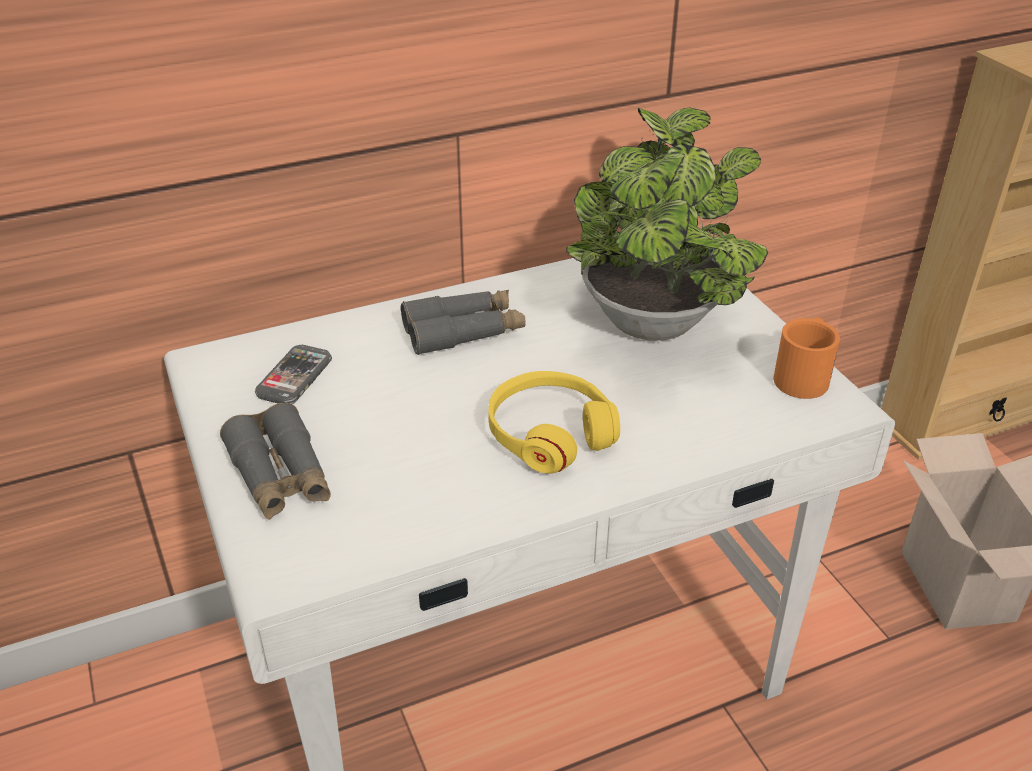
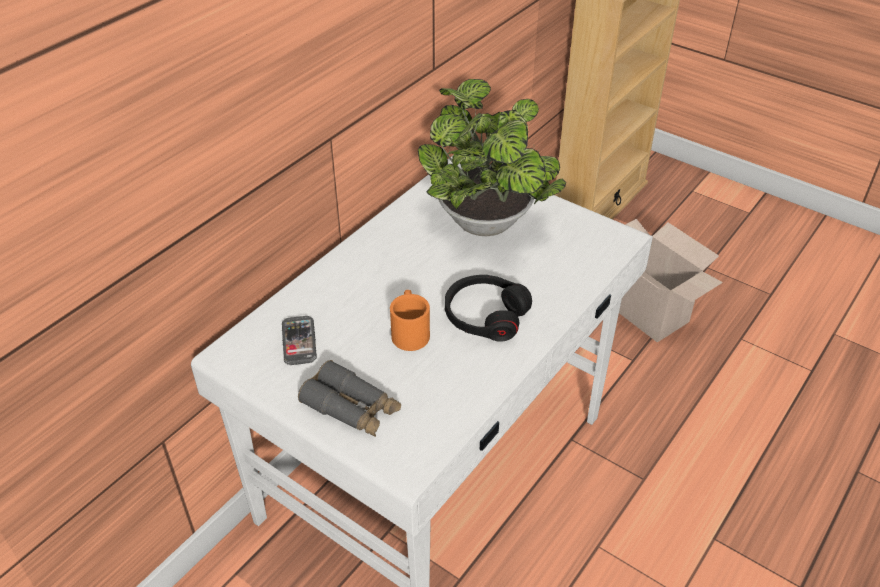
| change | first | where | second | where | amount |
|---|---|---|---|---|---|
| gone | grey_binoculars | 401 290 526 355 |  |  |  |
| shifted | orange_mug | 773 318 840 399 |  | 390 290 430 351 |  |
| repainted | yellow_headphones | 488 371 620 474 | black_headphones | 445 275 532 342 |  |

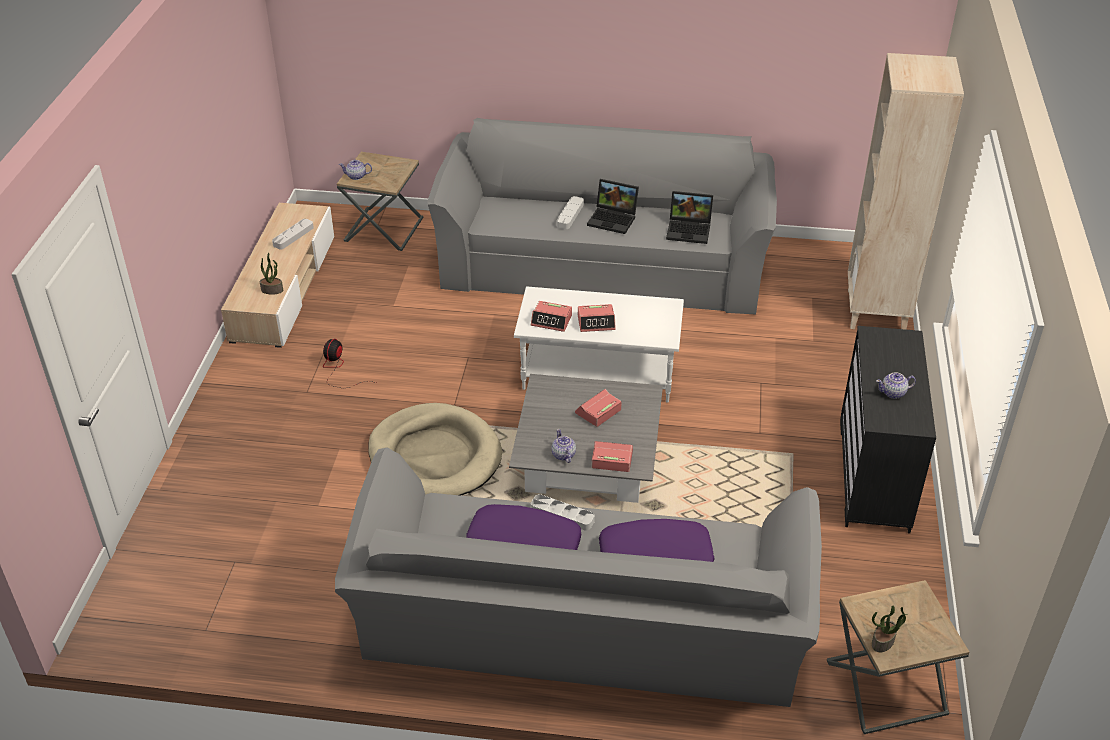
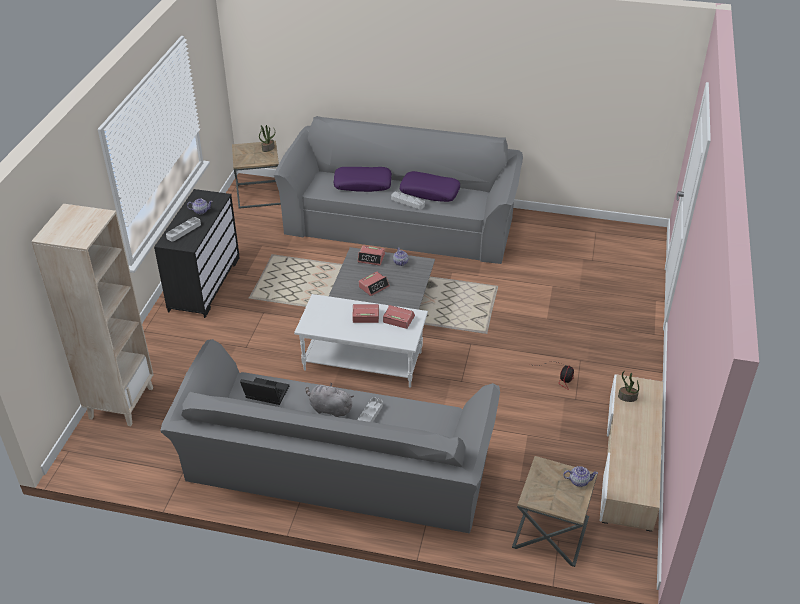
| change | first | where | second | where | amount |
|---|---|---|---|---|---|
| gone | beige_dog_bed | 368 403 502 496 |  |  |  |
| shifted | grey_tray | 272 219 314 250 |  | 166 217 201 242 |  |
| swapped | laptop | 587 179 639 234 | grey_plush_toy | 306 383 354 417 |  |

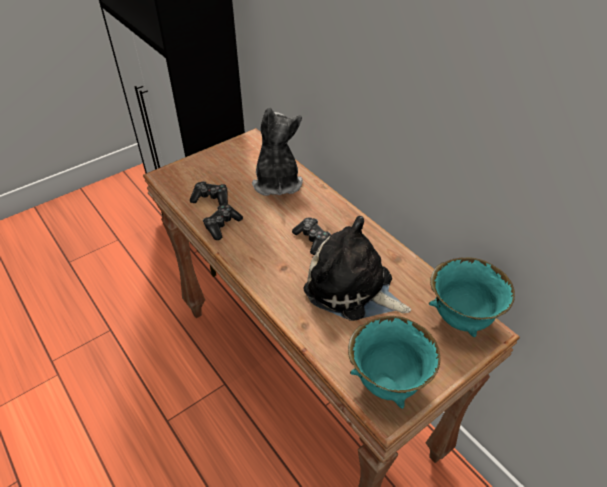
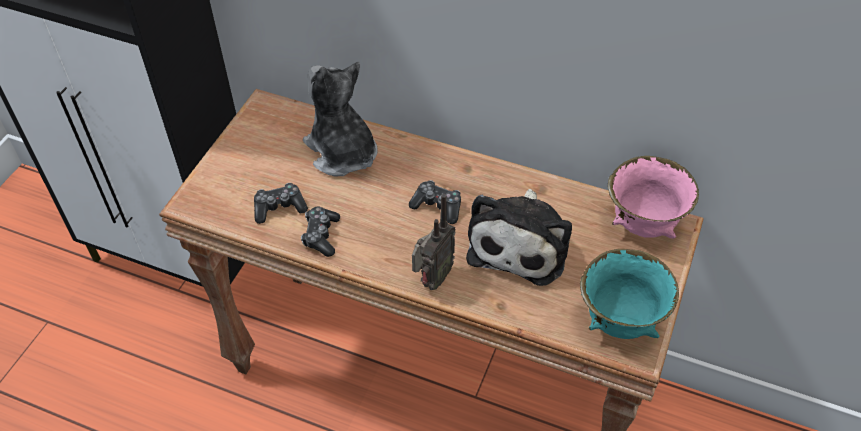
| change | first | where | second | where | amount |
|---|---|---|---|---|---|
| new |  |  | radio | 412 194 455 290 |  |
| repainted | turquoise_bowl | 429 257 515 337 | pink_bowl | 608 156 699 239 |  |
| rotated | plush_toy | 304 216 411 321 |  | 466 189 572 286 | 75 degrees counterclockwise |

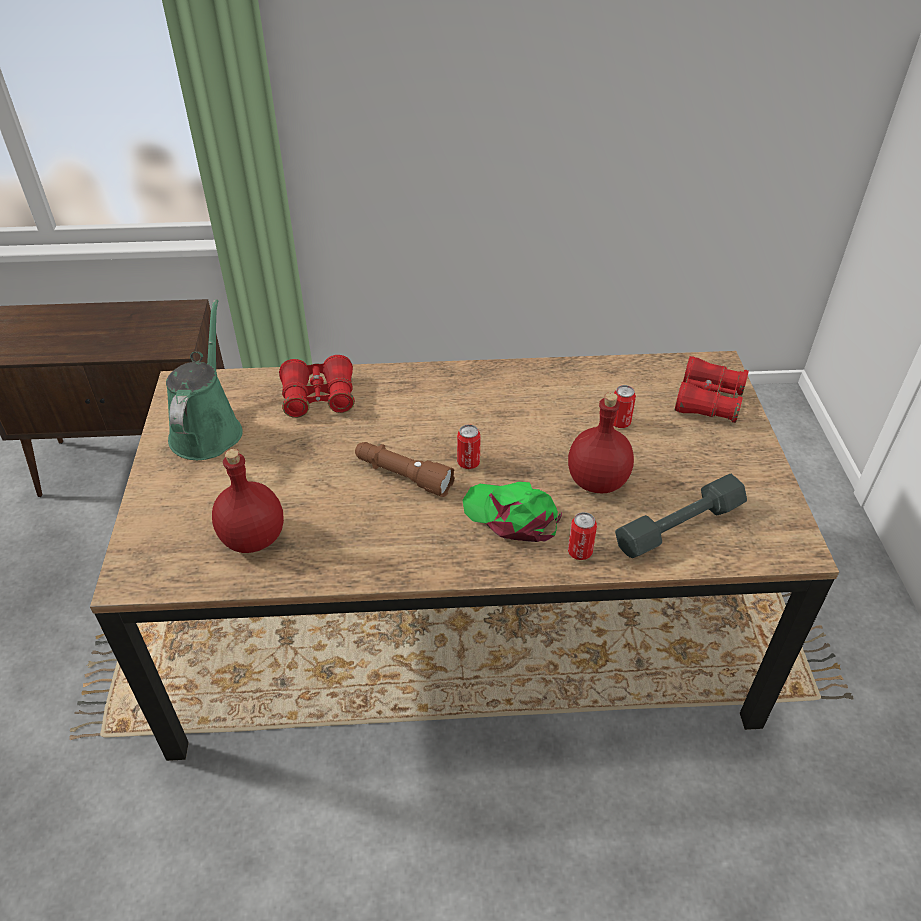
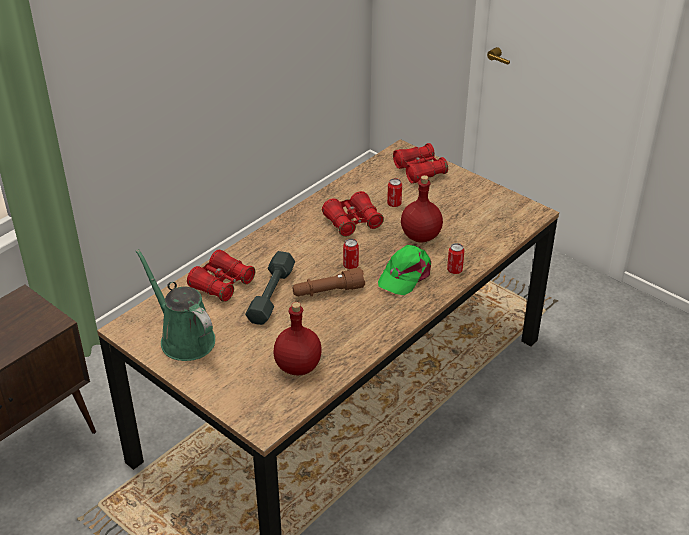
| change | first | where | second | where | amount |
|---|---|---|---|---|---|
| new |  |  | red_binoculars | 322 191 384 237 |  |
| shifted | grey_dumbbell | 615 474 747 558 |  | 245 251 295 325 |  |
| rotated | green_cap | 463 482 562 542 |  | 378 245 431 295 | 45 degrees counterclockwise |

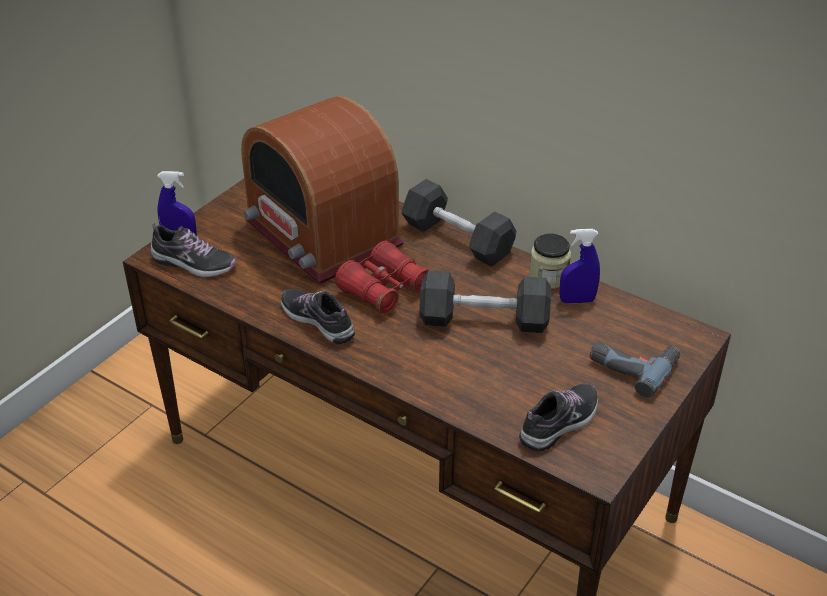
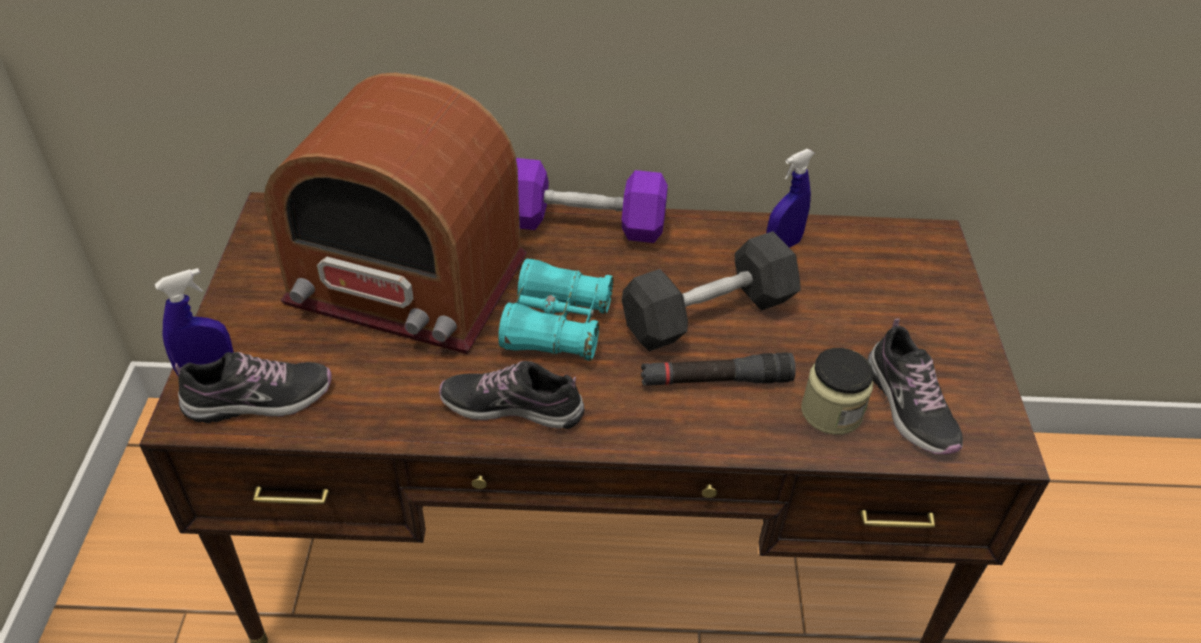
| change | first | where | second | where | amount |
|---|---|---|---|---|---|
| gone | power_drill | 590 342 680 398 |  |  |  |
| new |  |  | black_flashlight | 641 352 796 386 |  |
| shifted | jar | 529 234 571 289 |  | 801 348 874 435 |  |
| repainted | red_binoculars | 335 241 431 315 | turquoise_binoculars | 498 258 614 361 |  |
| repainted | grey_dumbbell | 401 179 516 267 | purple_dumbbell | 516 158 668 243 |  |
| rotated | shoe | 519 384 598 451 |  | 868 319 963 455 | 150 degrees clockwise |

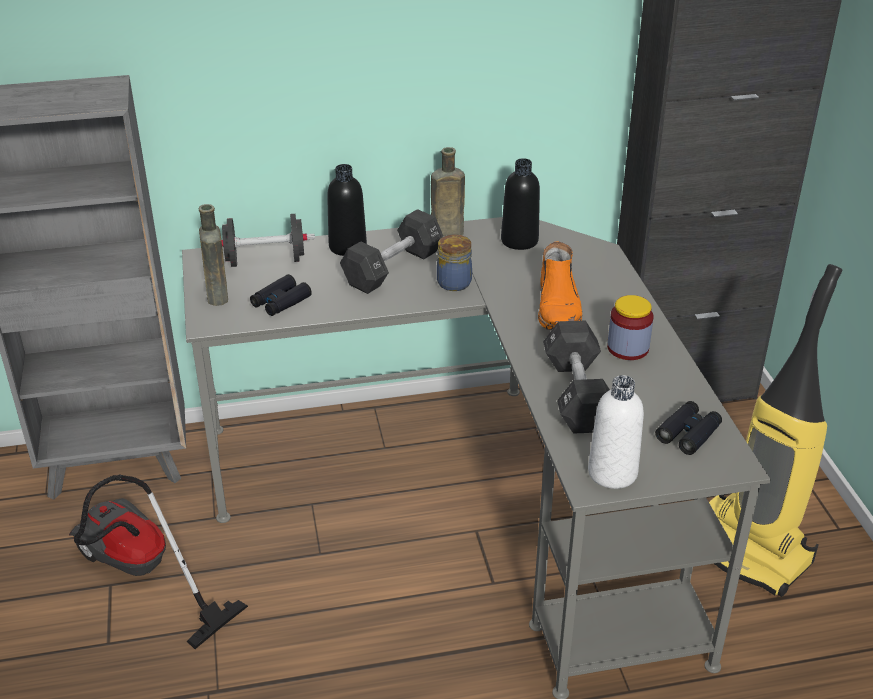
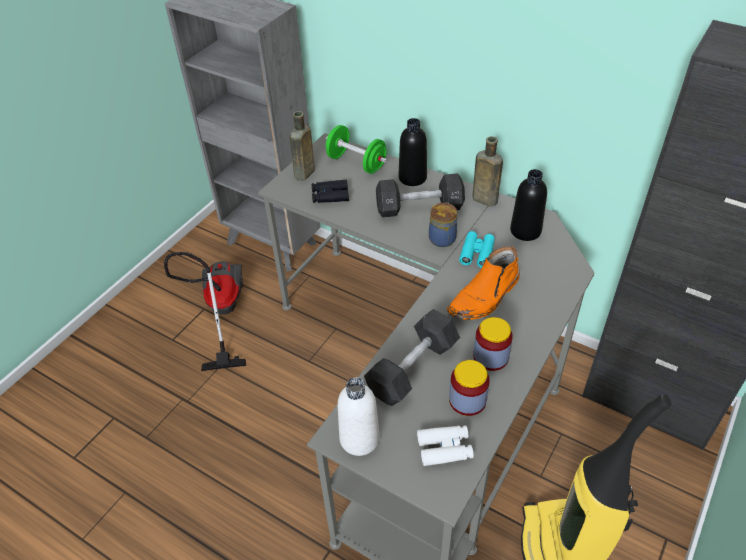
| change | first | where | second | where | amount |
|---|---|---|---|---|---|
| new |  |  | jar | 449 360 490 416 |  |
| new |  |  | turquoise_binoculars | 459 231 495 268 |  |
| repainted | black_dumbbell | 221 214 315 267 | green_dumbbell | 326 125 387 174 |  |
| repainted | black_binoculars | 655 401 722 455 | white_binoculars | 417 425 474 466 |  |

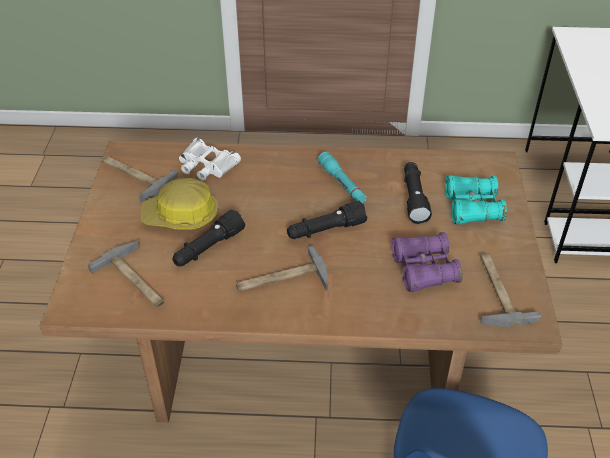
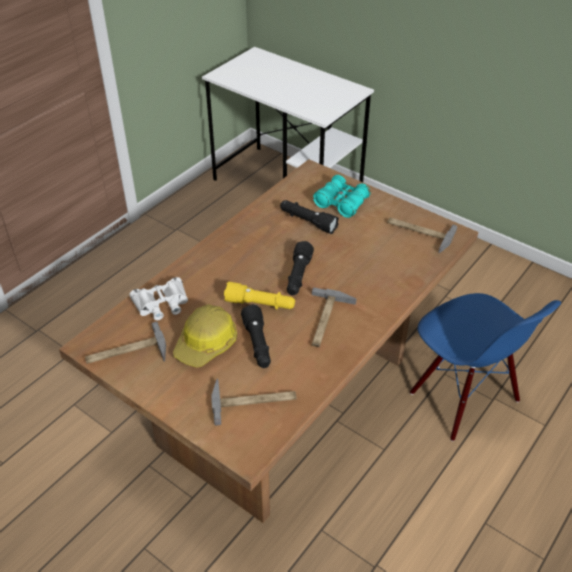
| change | first | where | second | where | amount |
|---|---|---|---|---|---|
| gone | turquoise_flashlight | 318 152 367 203 |  |  |  |
| gone | purple_binoculars | 392 232 463 292 |  |  |  |
| new |  |  | yellow_flashlight | 224 282 295 309 |  |

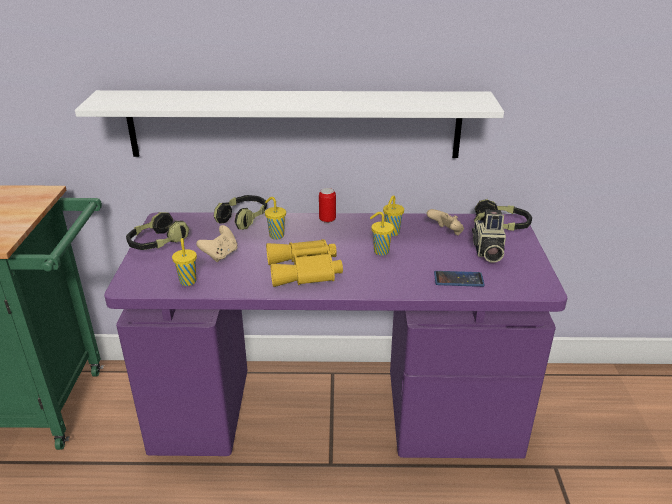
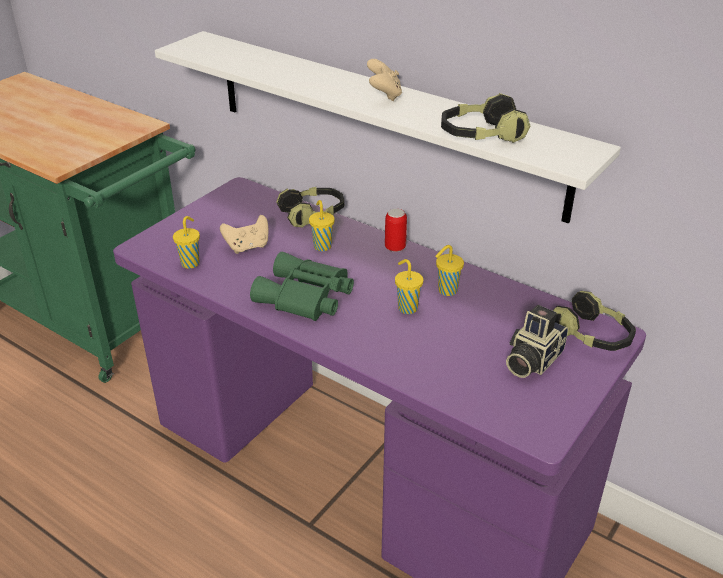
| change | first | where | second | where | amount |
|---|---|---|---|---|---|
| gone | phone | 434 271 485 287 |  |  |  |
| shifted | headphones | 126 212 189 250 |  | 441 93 531 143 |  |
| shifted | beige_game_controller | 426 209 464 235 |  | 367 59 402 101 |  |
| repainted | yellow_binoculars | 266 239 343 287 | green_binoculars | 250 252 354 321 |  |

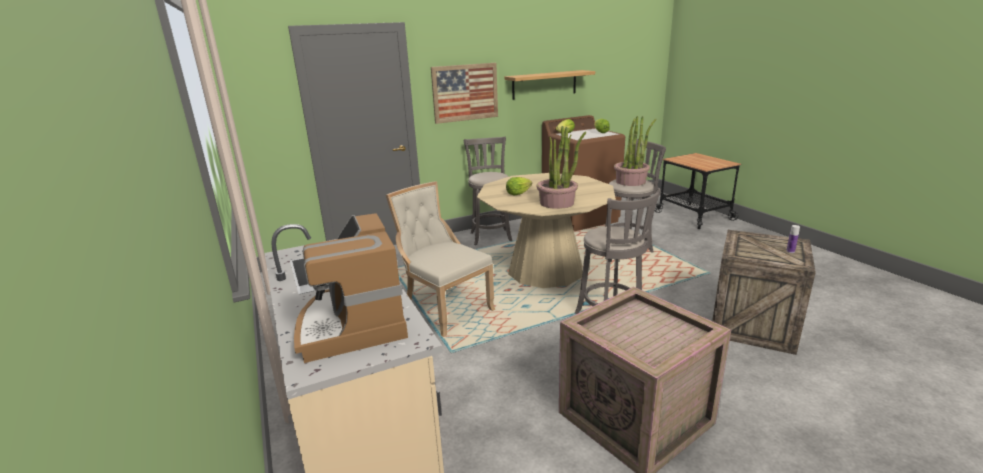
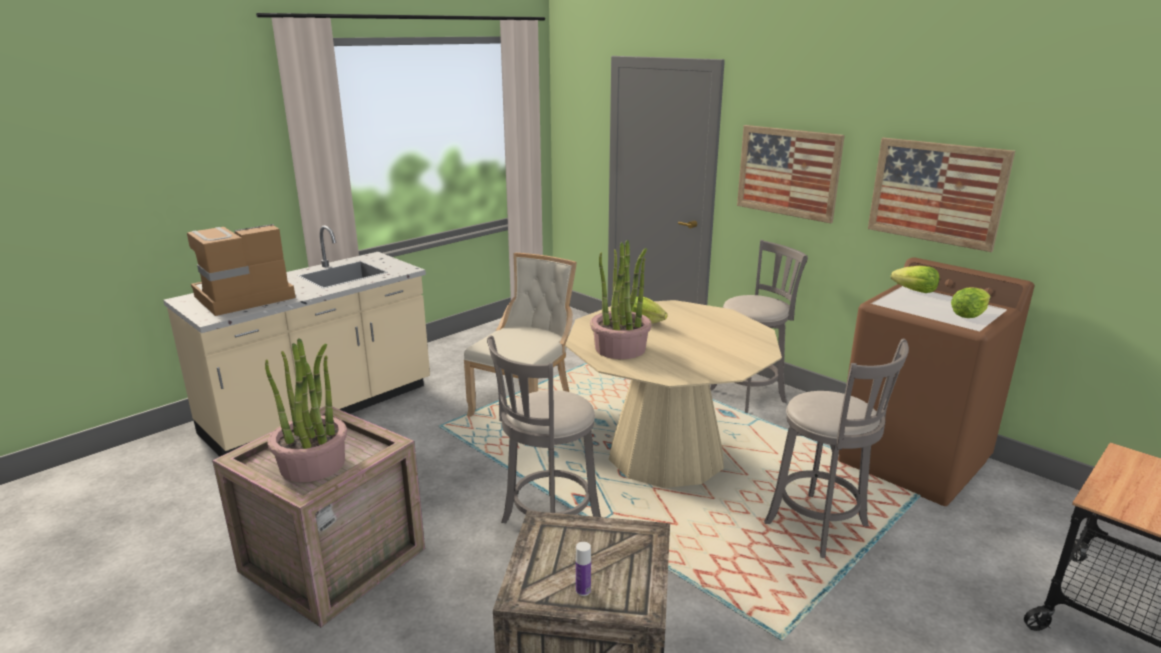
| change | first | where | second | where | amount |
|---|---|---|---|---|---|
| shifted | potted_plant | 614 116 656 186 |  | 265 339 347 482 |  |
| swapped | shelf | 504 70 595 100 | picture | 868 138 1015 252 |  |

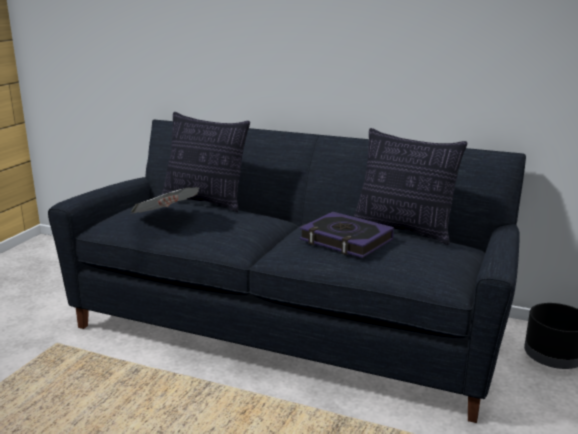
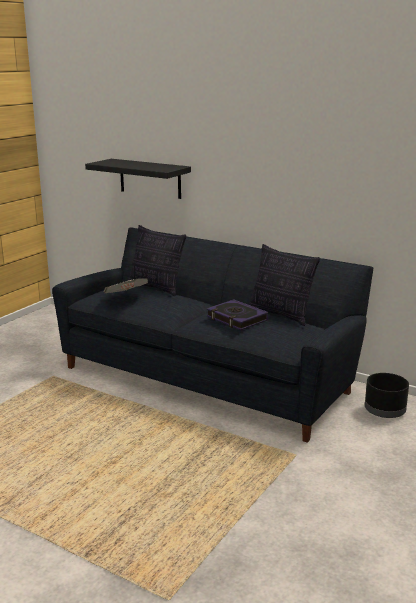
| change | first | where | second | where | amount |
|---|---|---|---|---|---|
| new |  |  | black_shelf | 85 159 191 199 |  |

